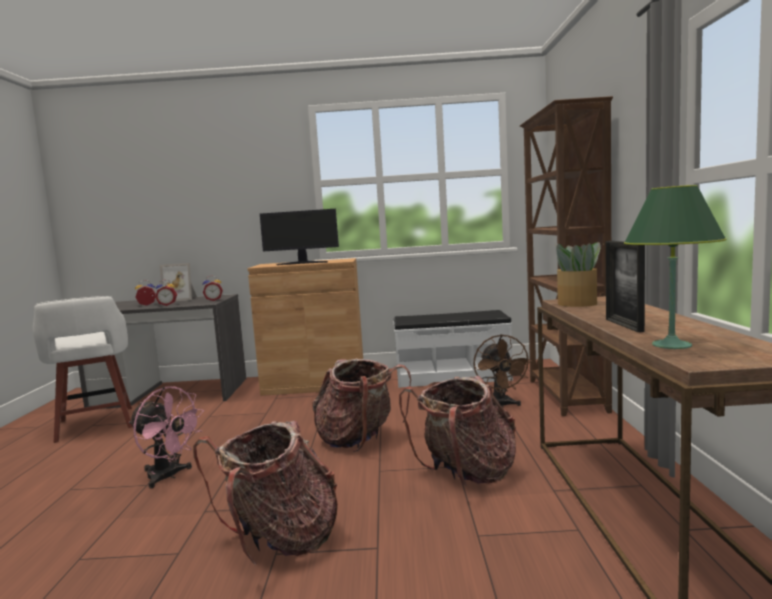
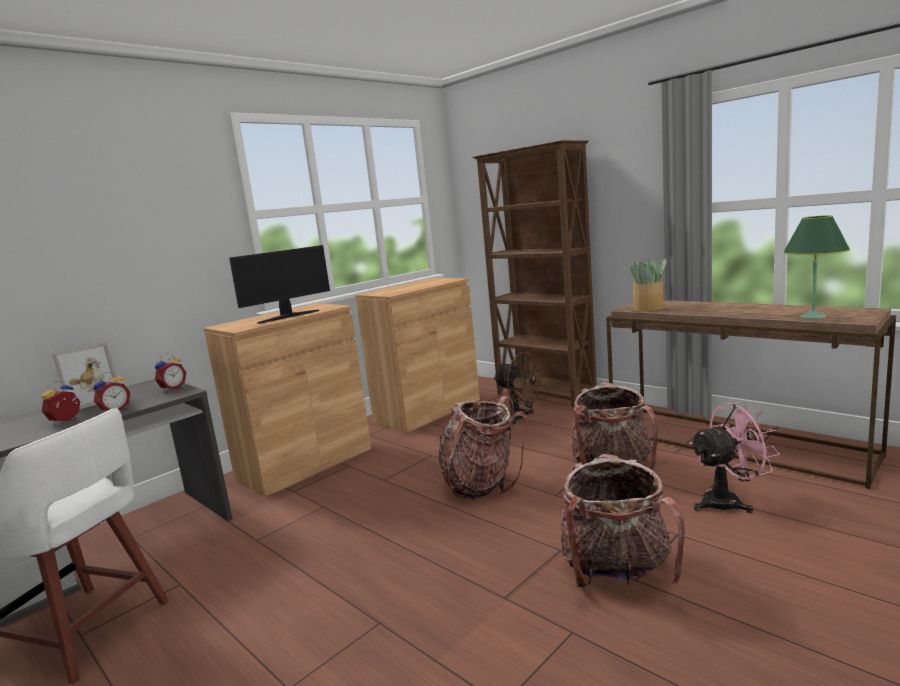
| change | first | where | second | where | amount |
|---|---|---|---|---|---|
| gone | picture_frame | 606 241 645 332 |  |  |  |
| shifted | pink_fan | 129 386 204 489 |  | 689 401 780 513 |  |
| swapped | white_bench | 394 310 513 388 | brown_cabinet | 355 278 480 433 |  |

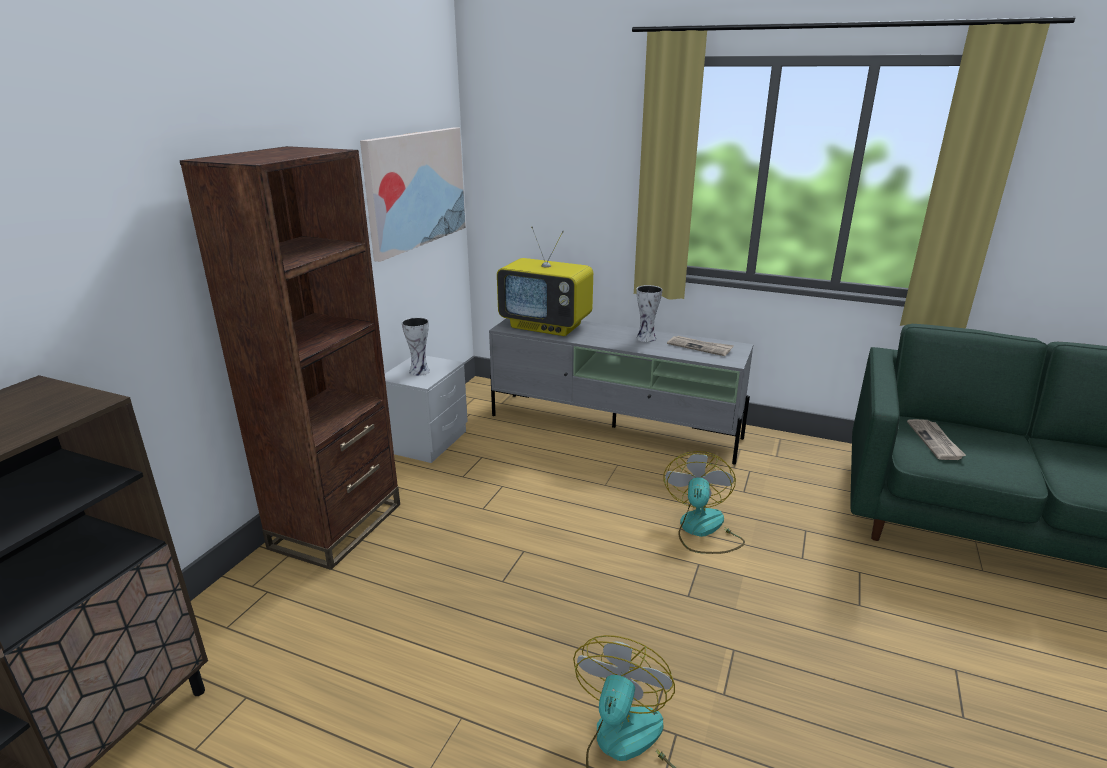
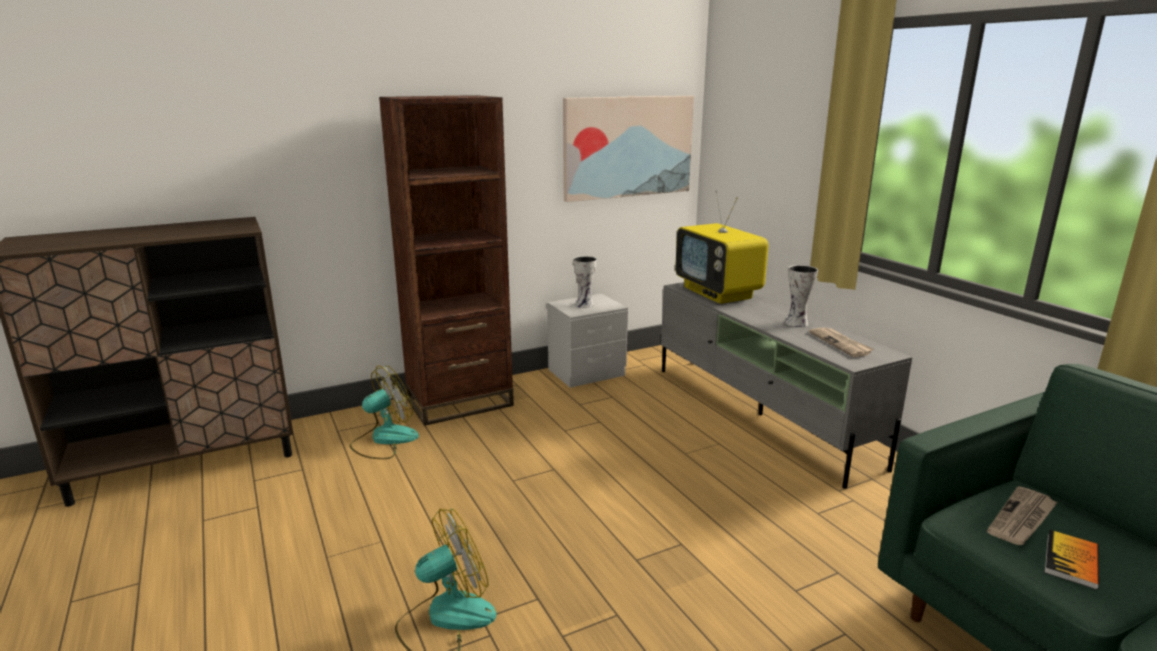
| change | first | where | second | where | amount |
|---|---|---|---|---|---|
| new |  |  | book | 1044 529 1099 589 |  |
| shifted | fan | 663 451 745 554 |  | 350 365 419 459 |  |

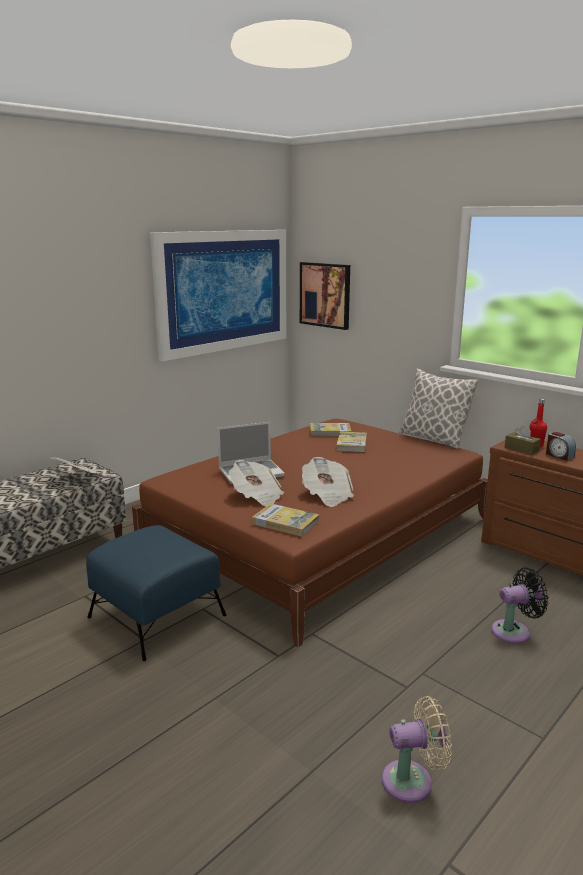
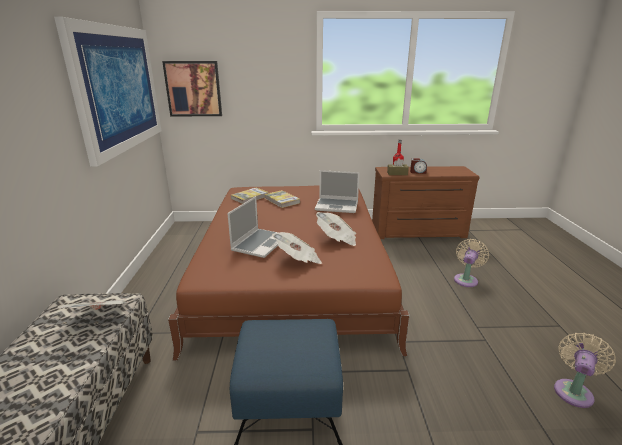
| change | first | where | second | where | amount |
|---|---|---|---|---|---|
| gone | book | 252 503 319 537 |  |  |  |
| gone | pillow | 399 369 478 449 |  |  |  |
| new |  |  | laptop | 315 170 359 213 |  |
| repainted | black_fan | 491 567 548 644 | beige_fan | 454 239 489 287 |  |

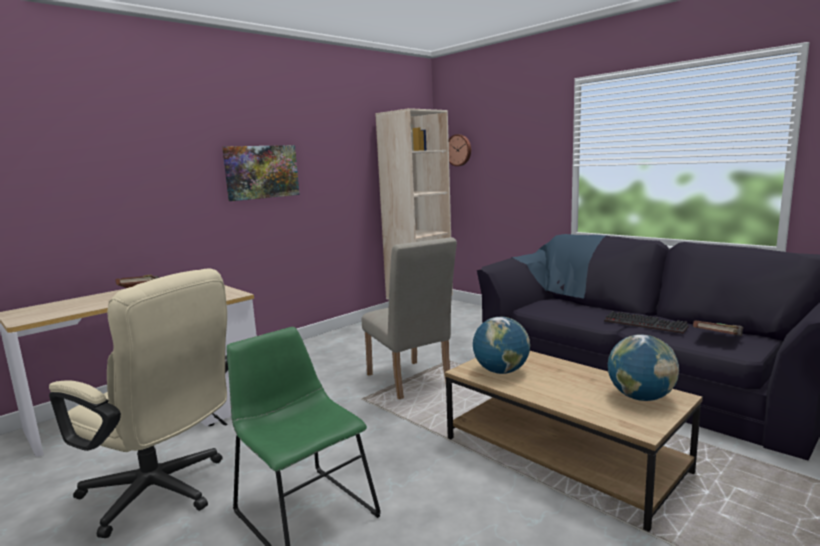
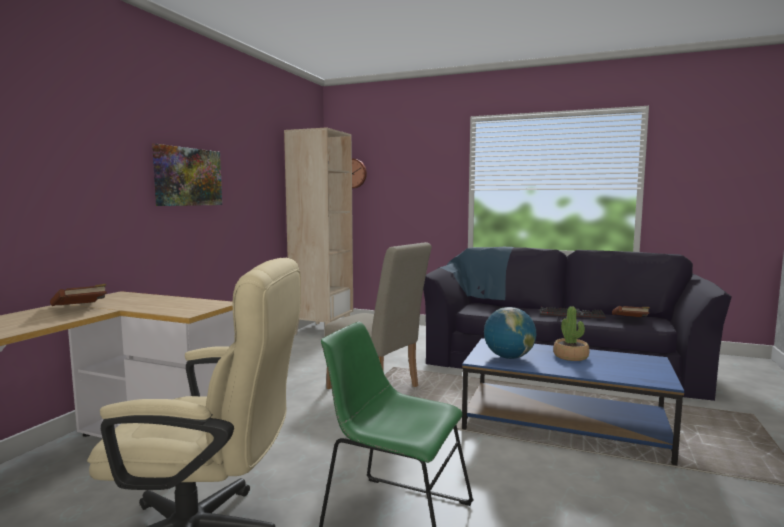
| change | first | where | second | where | amount |
|---|---|---|---|---|---|
| gone | globe | 608 335 679 401 |  |  |  |
| new |  |  | potted_plant | 553 306 590 361 |  |
| repainted | brown_coffee_table | 445 351 703 532 | blue_coffee_table | 462 338 684 465 |  |

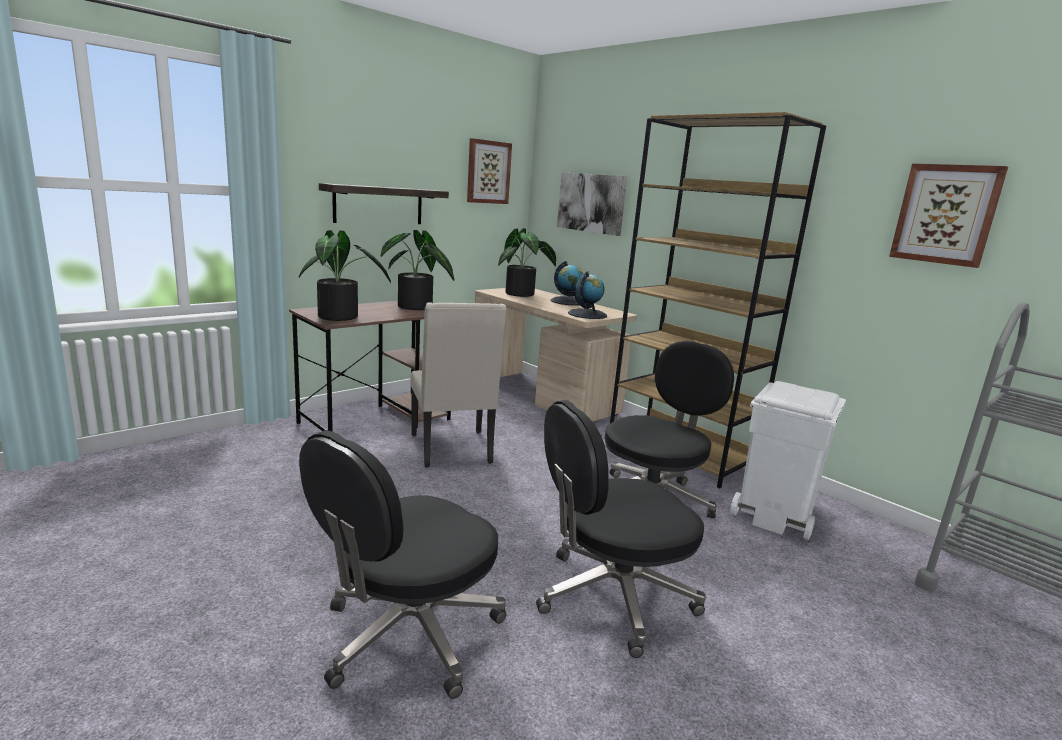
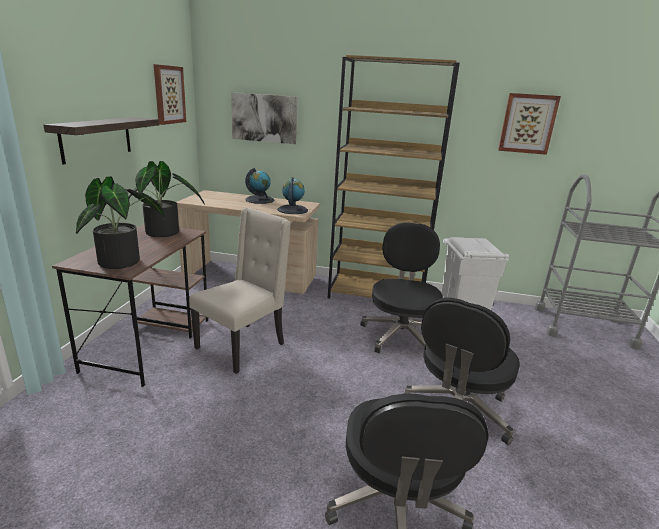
| change | first | where | second | where | amount |
|---|---|---|---|---|---|
| gone | potted_plant | 498 228 556 297 |  |  |  |
| rotated | beige_chair | 410 302 507 468 |  | 189 208 291 374 | 90 degrees counterclockwise |

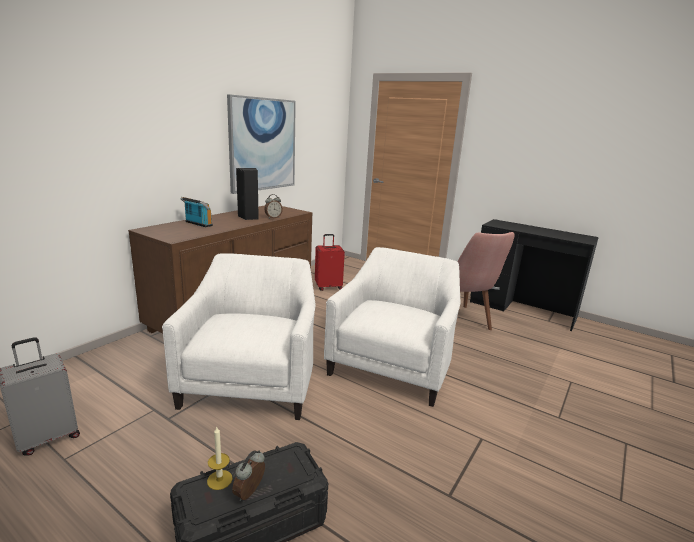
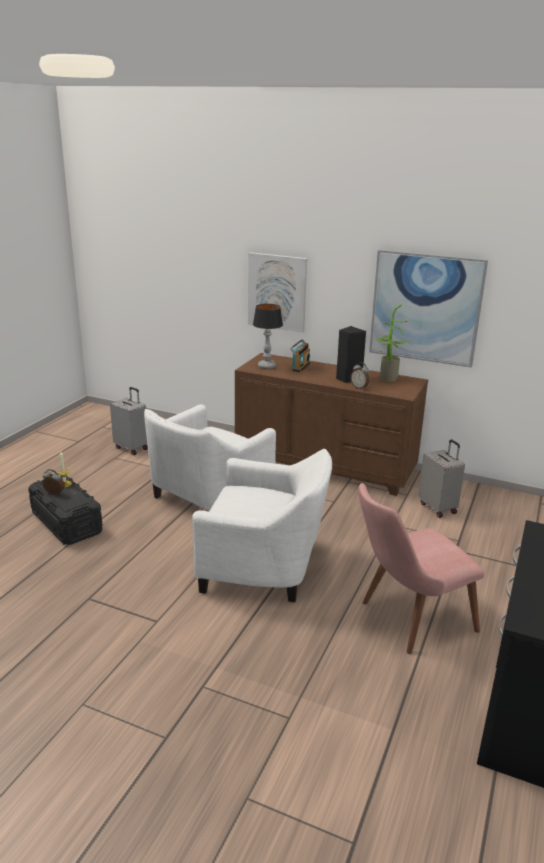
| change | first | where | second | where | amount |
|---|---|---|---|---|---|
| new |  |  | picture | 248 252 307 333 |  |
| new |  |  | table_lamp | 253 304 283 369 |  |
| new |  |  | potted_plant | 372 304 414 382 |  |
| repainted | red_suitcase | 315 234 345 291 | grey_suitcase | 418 439 465 518 |  |
| rotated | white_armchair | 162 253 316 420 |  | 144 404 276 510 | 135 degrees clockwise |

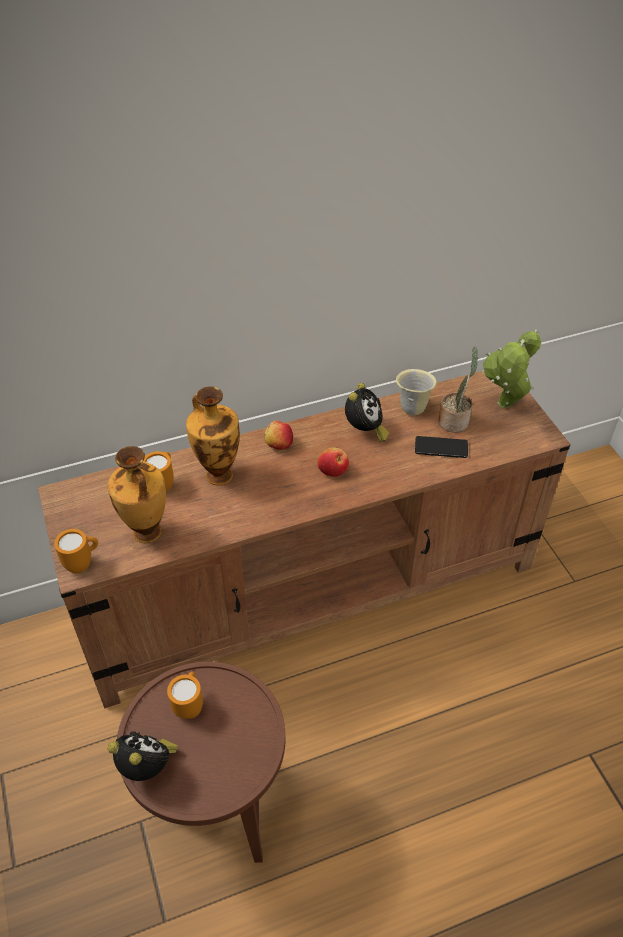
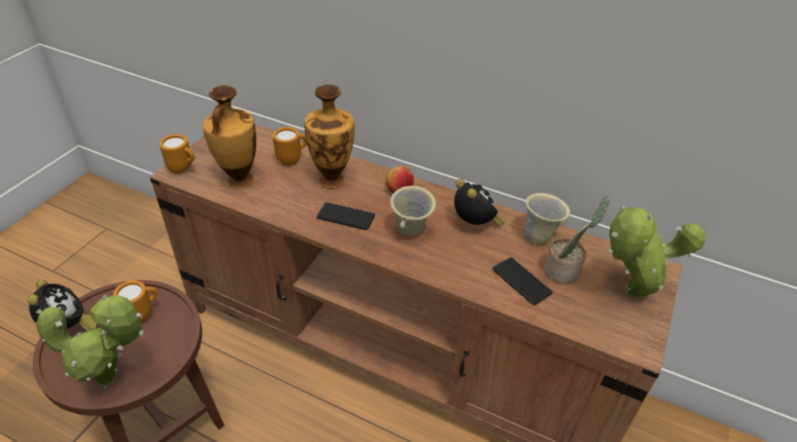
| change | first | where | second | where | amount |
|---|---|---|---|---|---|
| new |  |  | potted_plant | 36 294 144 389 |  |
| new |  |  | phone | 317 202 375 230 |  |
| swapped | apple | 317 447 349 477 | beige_mug | 390 186 436 236 |  |
| rotated | alarm_clock | 345 383 389 442 |  | 454 179 505 226 | 90 degrees counterclockwise |

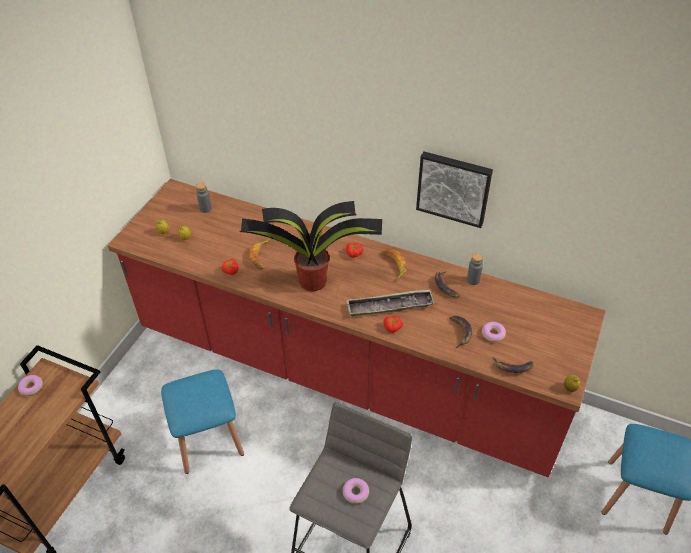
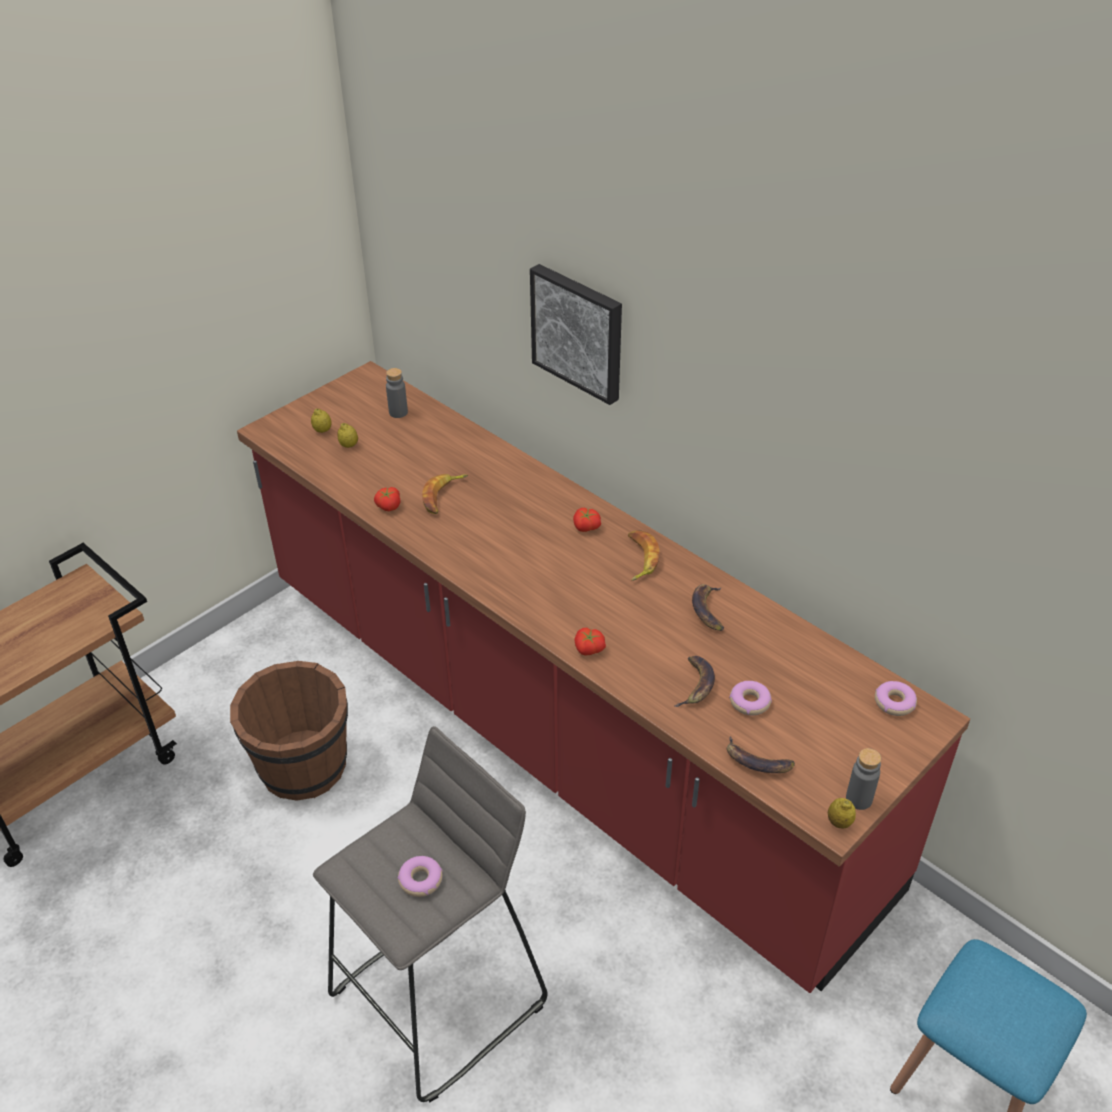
| change | first | where | second | where | amount |
|---|---|---|---|---|---|
| gone | potted_plant | 240 201 382 291 |  |  |  |
| gone | tray | 346 289 435 316 |  |  |  |
| shifted | donut | 18 375 43 396 |  | 875 681 917 716 |  |
| shifted | picture | 416 152 493 228 |  | 530 264 622 405 |  |
| shifted | grey_bottle | 467 253 483 285 |  | 846 748 881 810 |  |
| swapped | blue_stool | 161 369 244 474 | brown_bucket | 230 661 348 801 |  |

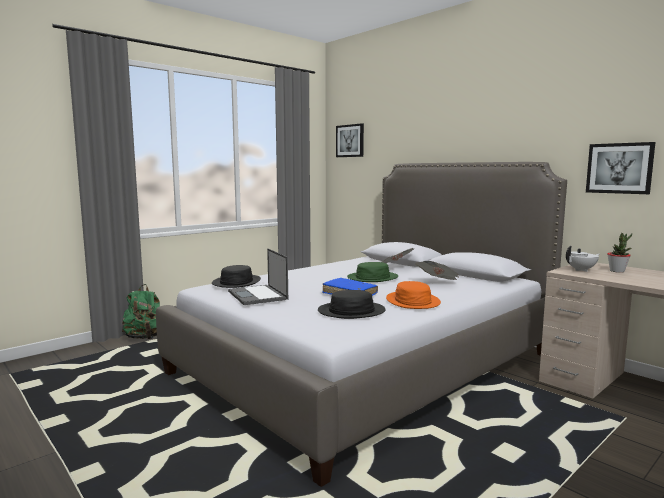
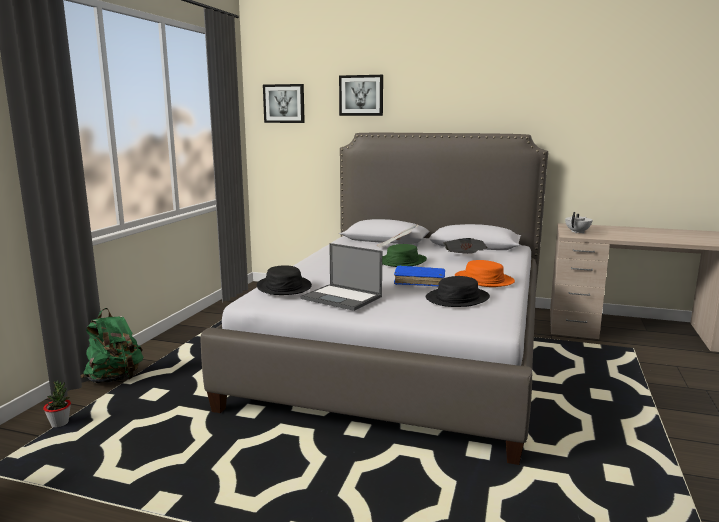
| change | first | where | second | where | amount |
|---|---|---|---|---|---|
| shifted | picture | 586 142 655 194 |  | 339 75 383 116 |  |
| shifted | potted_plant | 607 233 632 273 |  | 43 380 71 427 |  |

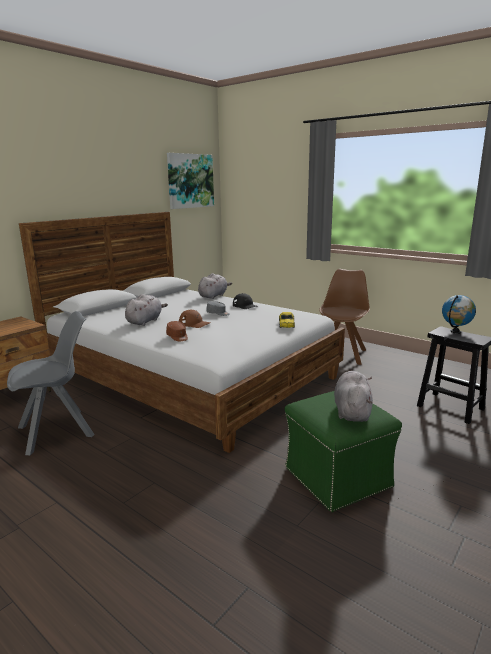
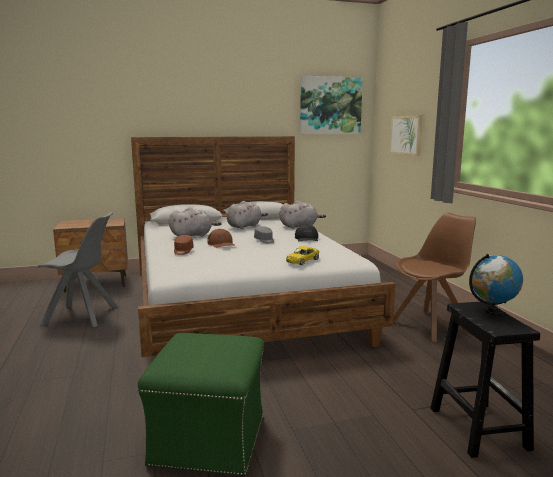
| change | first | where | second | where | amount |
|---|---|---|---|---|---|
| new |  |  | picture | 390 115 423 156 |  |
| shifted | grey_plush_toy | 334 371 373 422 |  | 227 201 268 229 |  |

